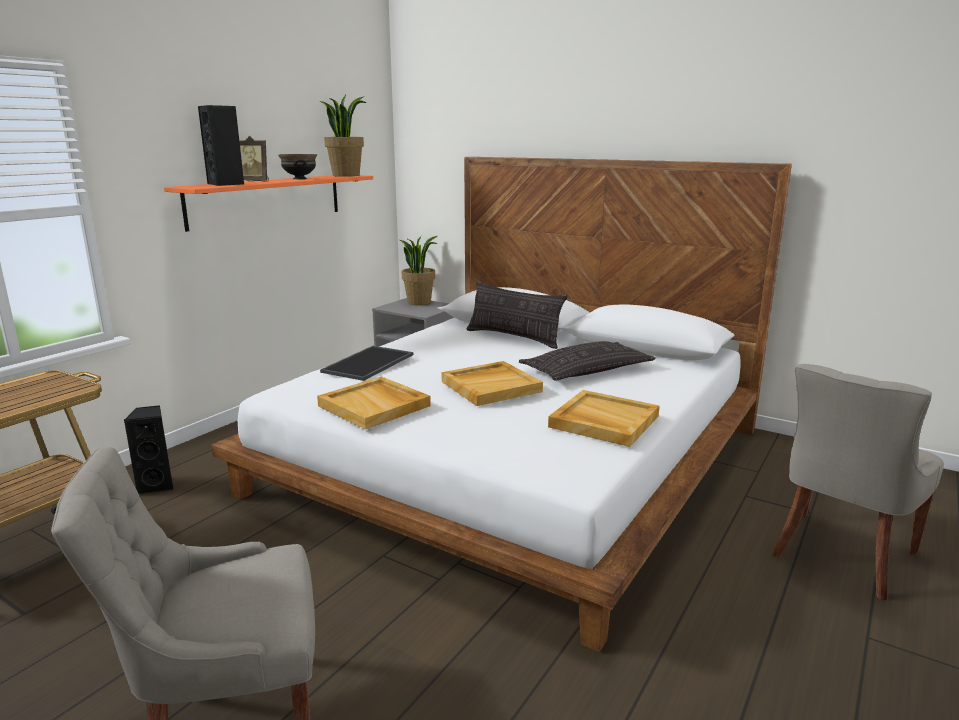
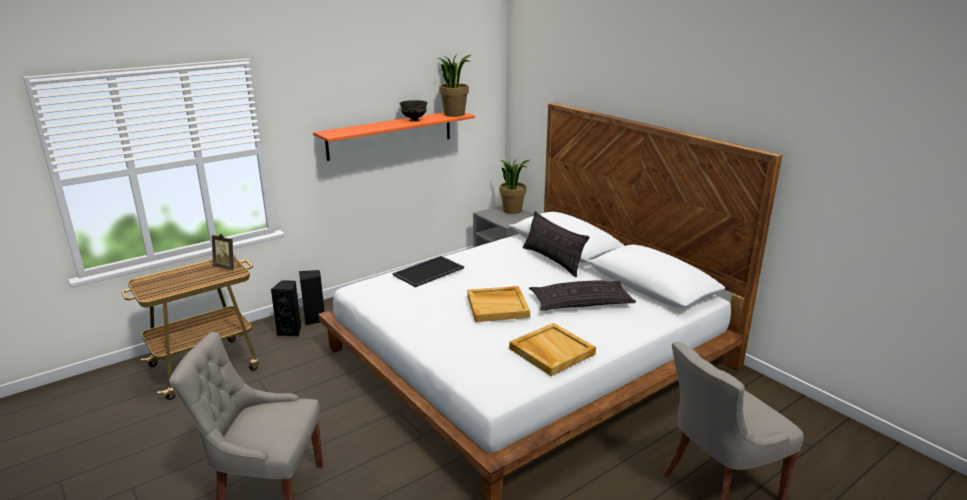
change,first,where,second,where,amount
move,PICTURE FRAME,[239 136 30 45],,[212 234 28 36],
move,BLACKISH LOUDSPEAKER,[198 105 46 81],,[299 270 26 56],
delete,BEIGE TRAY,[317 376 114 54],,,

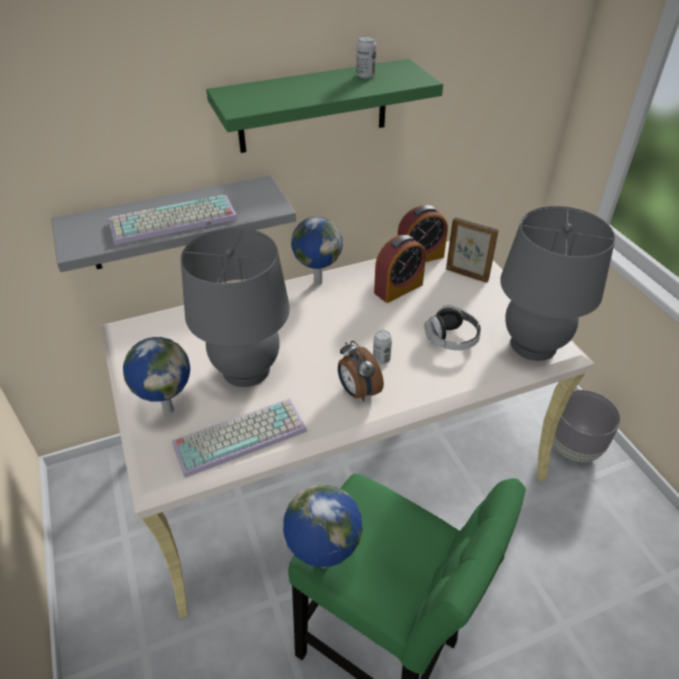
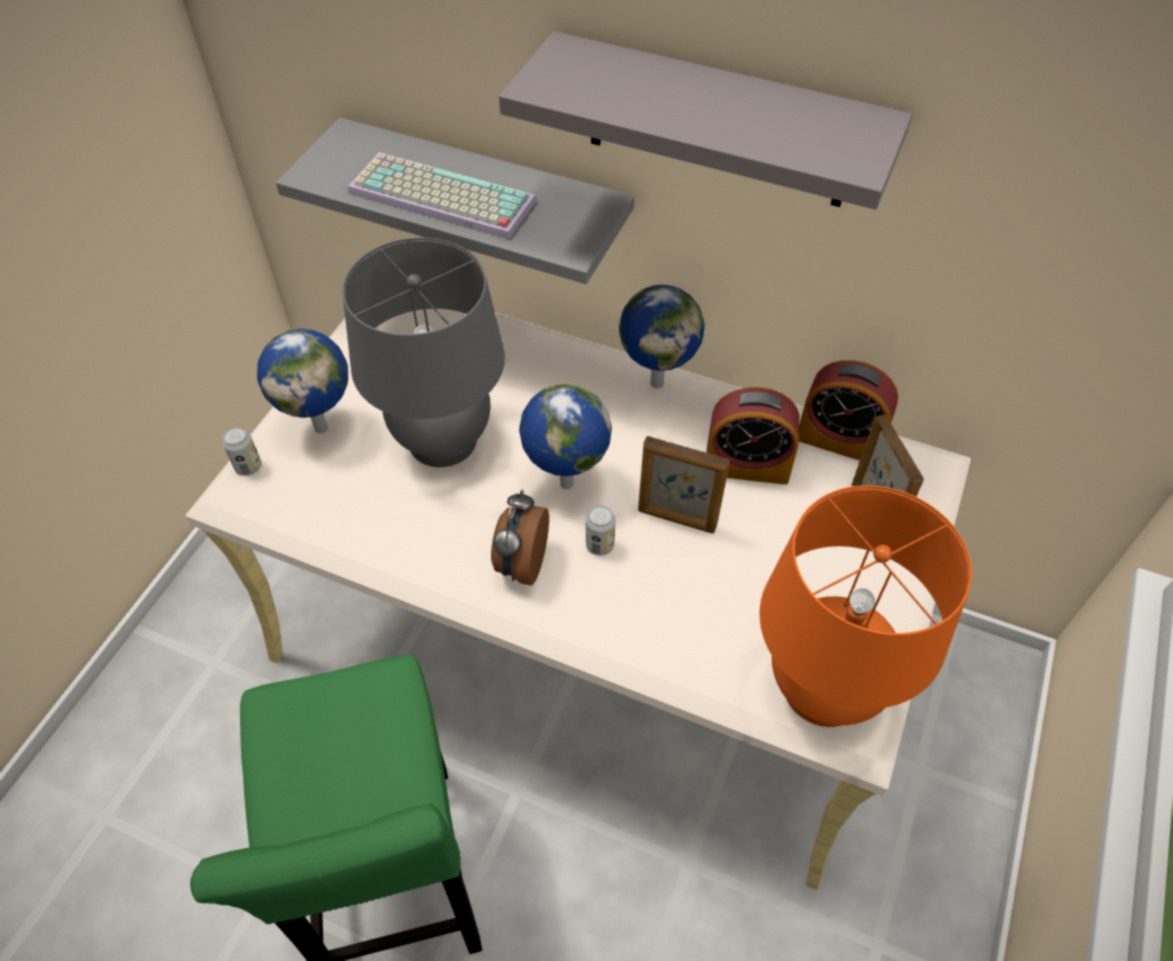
change,first,where,second,where,amount
move,SEALED CAN,[356 36 20 42],,[222 427 39 49],
recolor,GREEN WALL SHELF,[206 59 237 94],GREYISH WALL SHELF,[499 31 413 179],
move,WORLD GLOBE,[283 485 80 83],,[519 384 93 105],
insert,,,PICTURE FRAME,[638 436 92 98],
recolor,GREYISH LAMP FOR A TABLE,[500 206 115 155],ORANGE-COLOURED LAMP FOR A TABLE,[760 485 212 242],
delete,KEYBOARD,[172 399 135 79],,,
delete,PAIR OF HEADPHONES,[425 305 56 45],,,
delete,GREYISH PLANTER,[553 390 68 72],,,

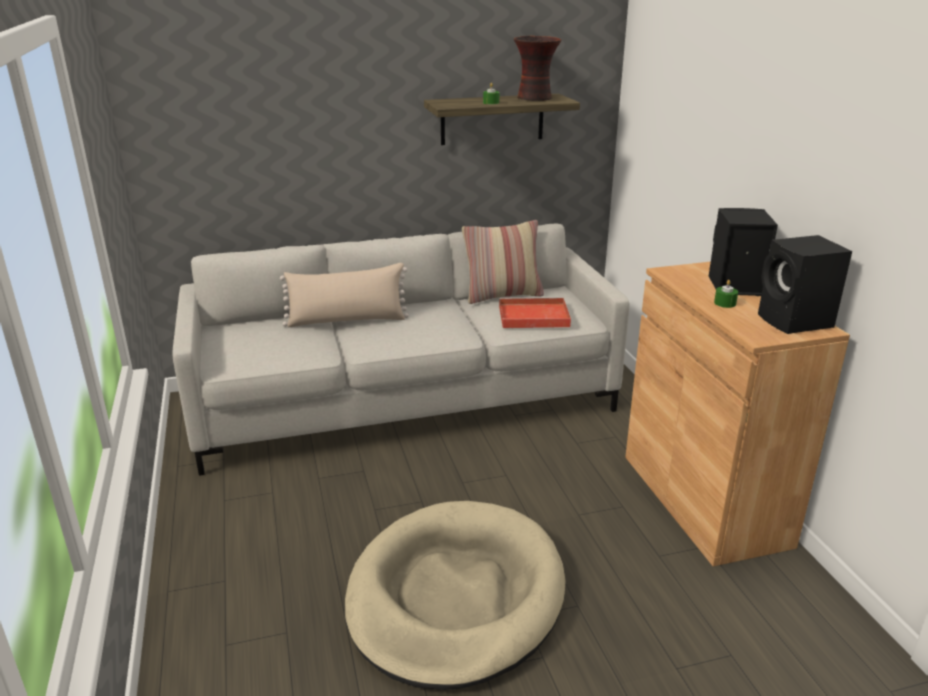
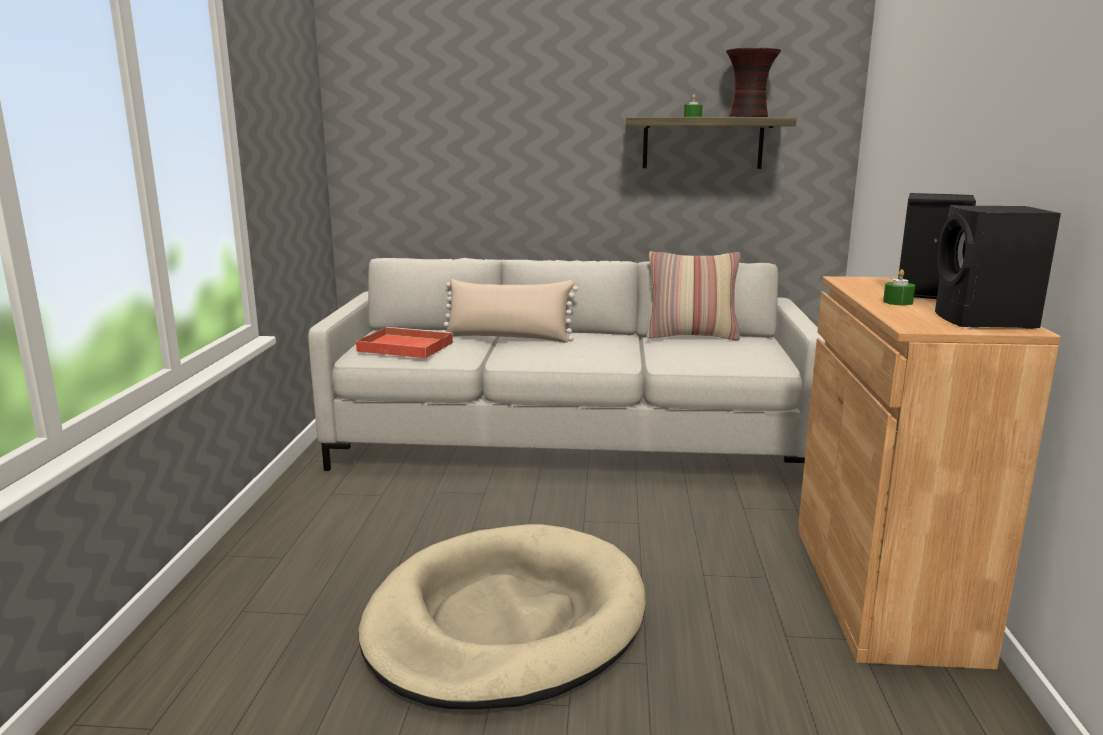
change,first,where,second,where,amount
move,REDDISH TRAY,[499 297 72 31],,[356 327 97 31],

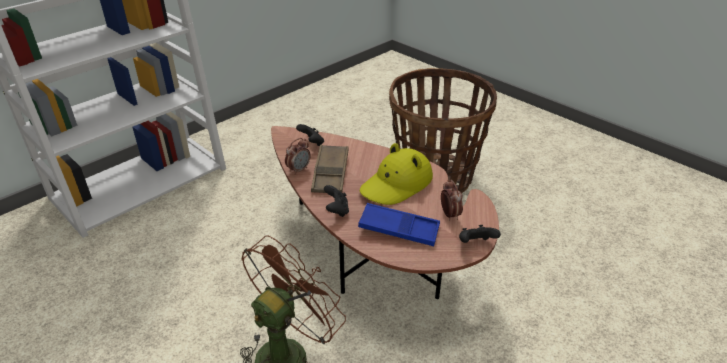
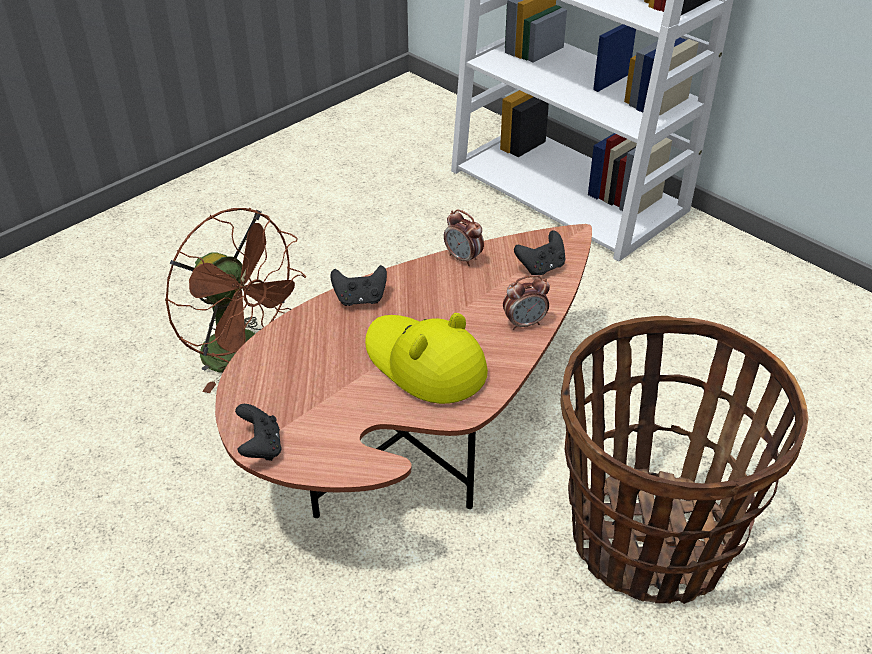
change,first,where,second,where,amount
move,ALARM CLOCK,[441 180 22 40],,[503 275 47 55],
delete,BROWNISH TRAY,[311 145 38 48],,,
delete,BLUE-COLOURED TRAY,[358 203 82 43],,,

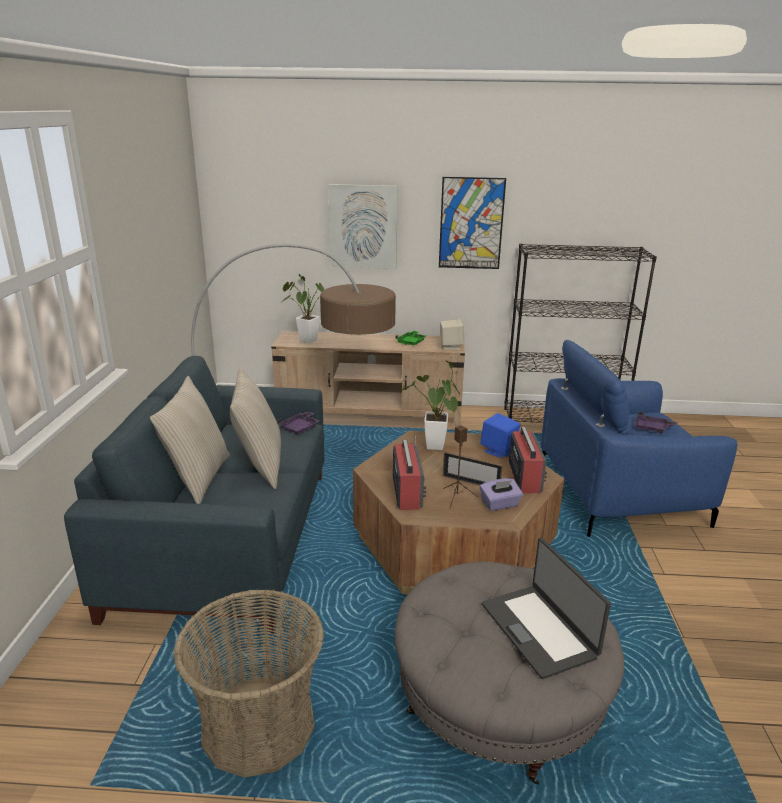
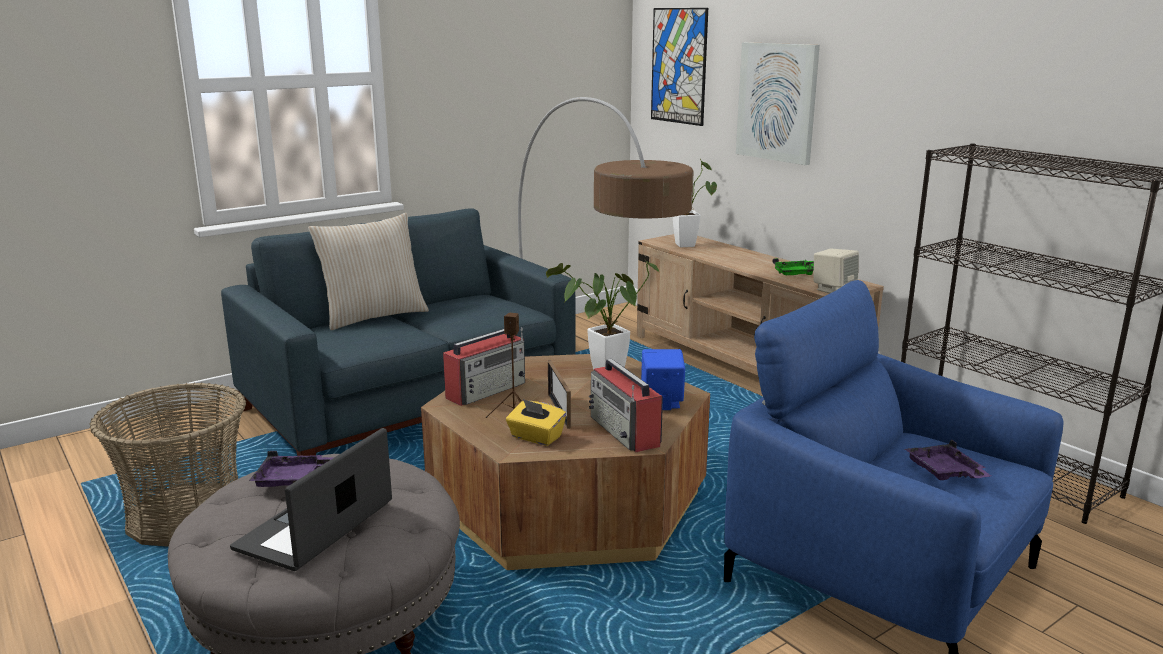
change,first,where,second,where,amount
move,PURPLE TRAY,[277 412 43 22],,[249 451 84 36],
recolor,PURPLE BOX OF TISSUES,[480 478 43 33],YELLOWISH BOX OF TISSUES,[506 399 60 47],
rotate,RADIO,[509 424 38 70],,[589 359 74 93],105 degrees clockwise
move,WALL PICTURE,[439 177 67 92],,[651 8 57 118],
delete,BEIGE THROW PILLOW,[230 368 51 121],,,

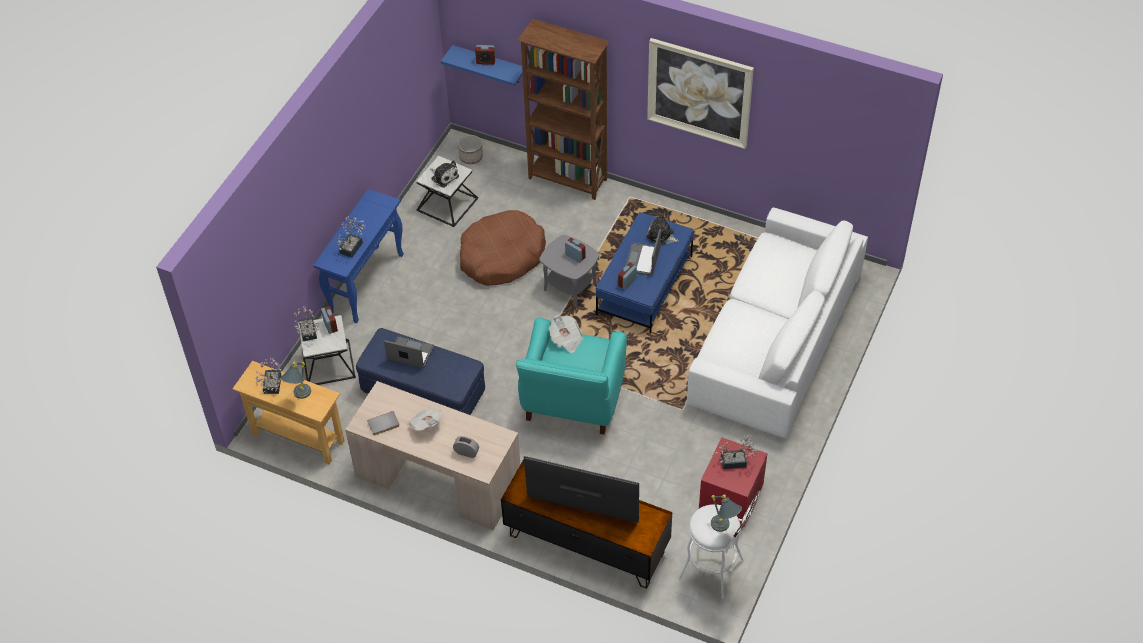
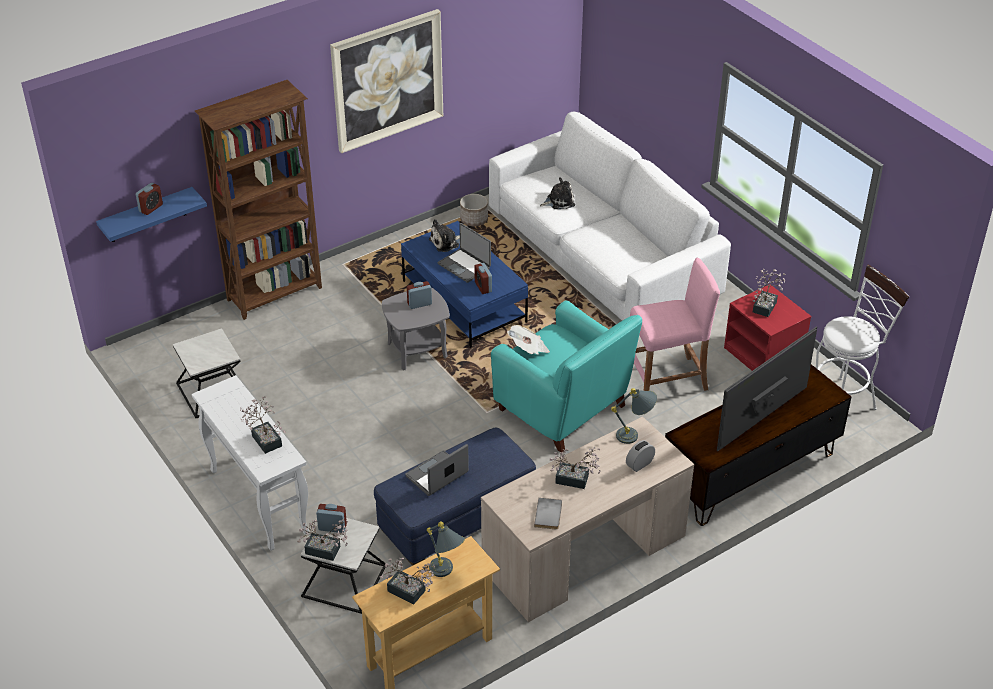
change,first,where,second,where,amount
recolor,BLUE-COLOURED HALL TABLE,[313 189 91 134],WHITISH HALL TABLE,[192 375 117 176],
move,PLANTER,[458 135 25 29],,[460 194 28 32],
move,SOFT TOY,[430 160 29 28],,[540 177 35 32],
replace,NEWSPAPER,[408 409 35 22],HOUSEPLANT,[550 447 51 42],
move,GREYISH LAMP FOR A TABLE,[711 495 31 37],,[611 388 46 56],
insert,,,PINK-COLOURED STOOL,[630 257 90 134],
delete,BROWNISH PET BED,[460 210 86 76],,,

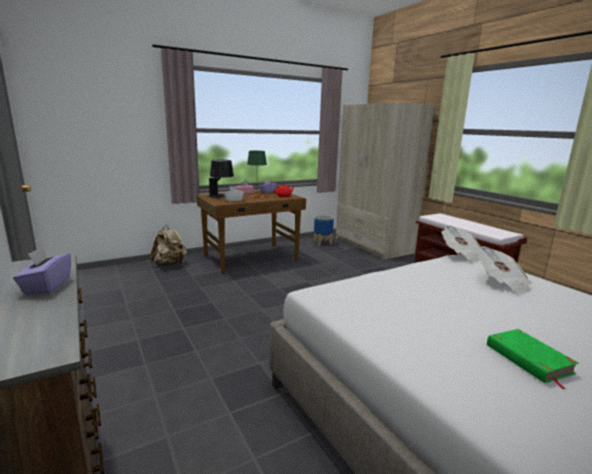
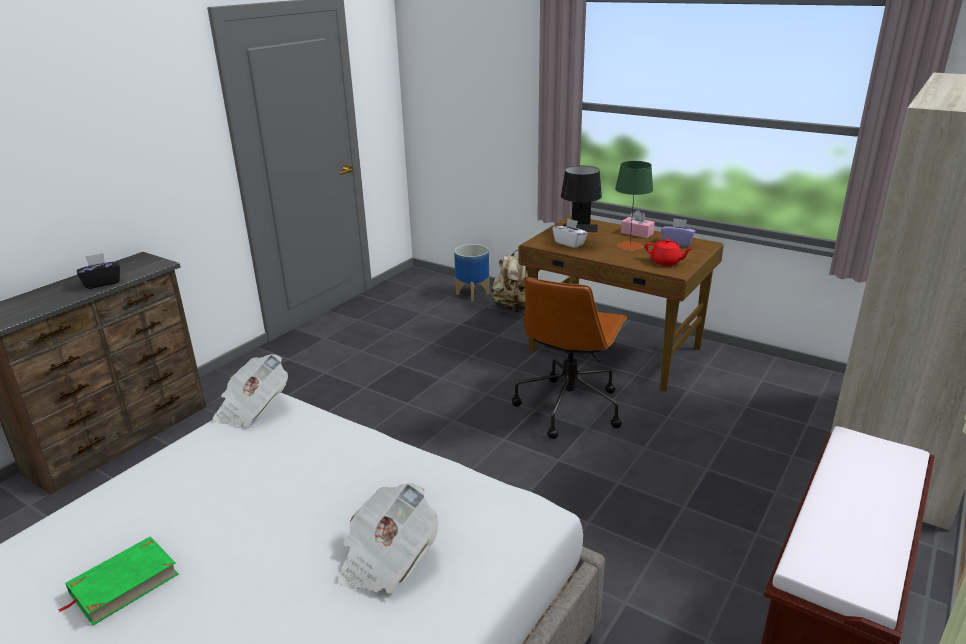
change,first,where,second,where,amount
recolor,PURPLE BOX OF TISSUES,[13 247 58 47],BLACKISH BOX OF TISSUES,[77 253 43 36],
move,NEWSPAPER,[441 225 40 38],,[213 354 75 72],
move,PLANTER,[314 215 20 31],,[454 244 36 58],
insert,,,BROWNISH OFFICE CHAIR,[512 277 115 162],

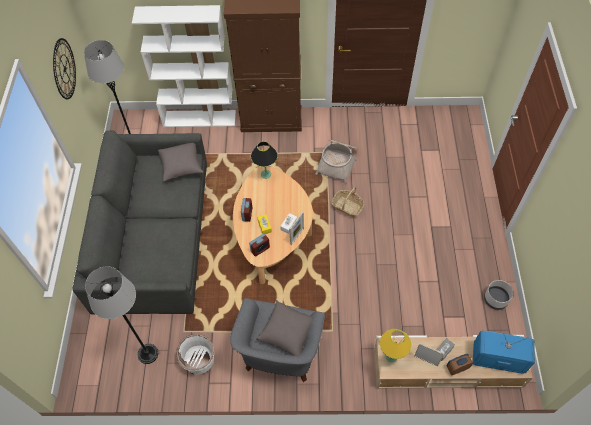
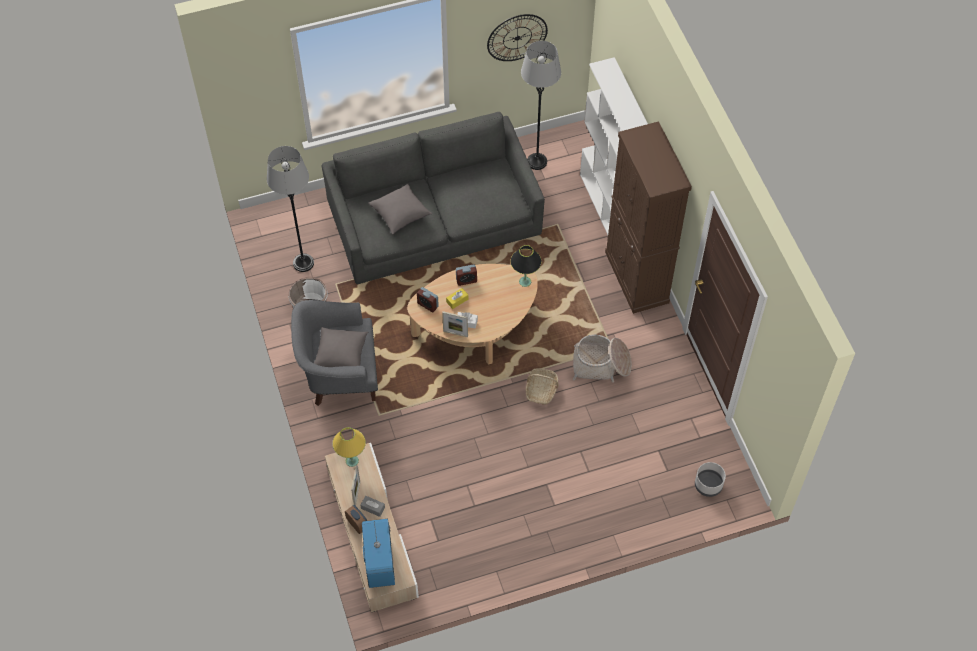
change,first,where,second,where,amount
move,GREYISH THROW PILLOW,[158 143 45 39],,[368 184 64 51],
move,GREYISH PLANTER,[484 280 29 30],,[695 462 31 35],

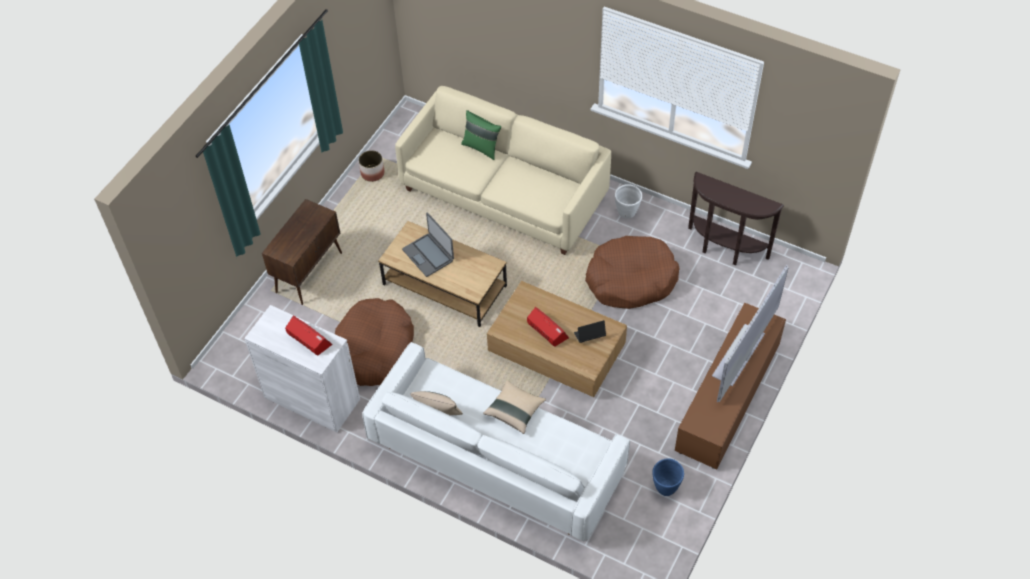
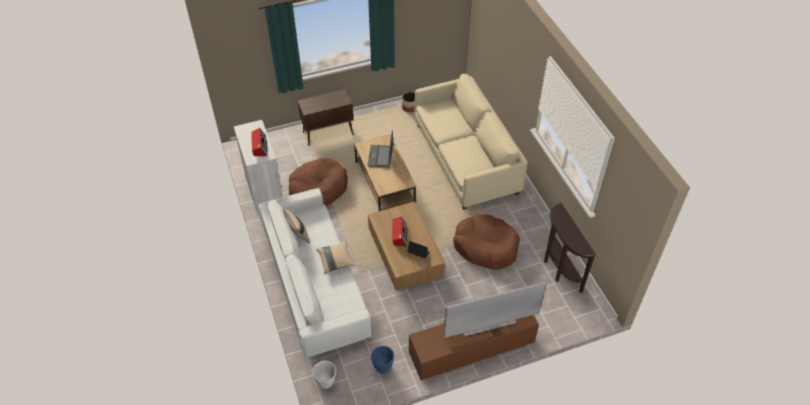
change,first,where,second,where,amount
move,WHITISH PLANTER,[615 184 27 35],,[312 361 24 28],
delete,GREEN THROW PILLOW,[461 110 40 50],,,

